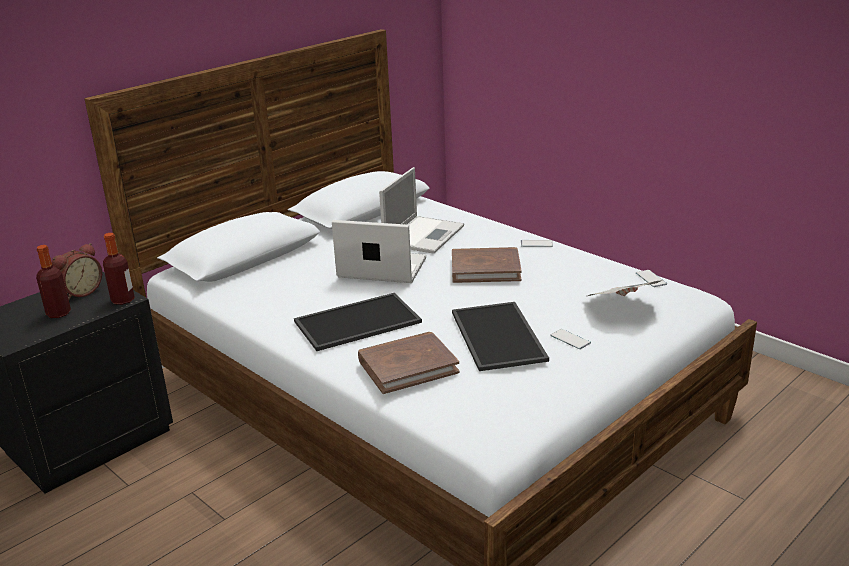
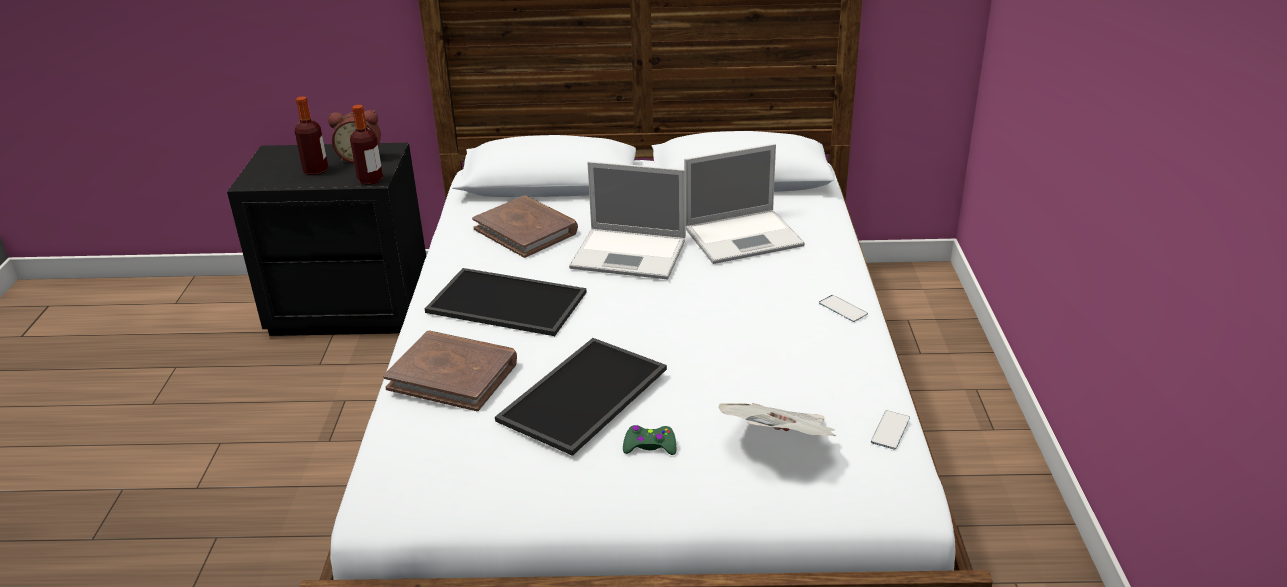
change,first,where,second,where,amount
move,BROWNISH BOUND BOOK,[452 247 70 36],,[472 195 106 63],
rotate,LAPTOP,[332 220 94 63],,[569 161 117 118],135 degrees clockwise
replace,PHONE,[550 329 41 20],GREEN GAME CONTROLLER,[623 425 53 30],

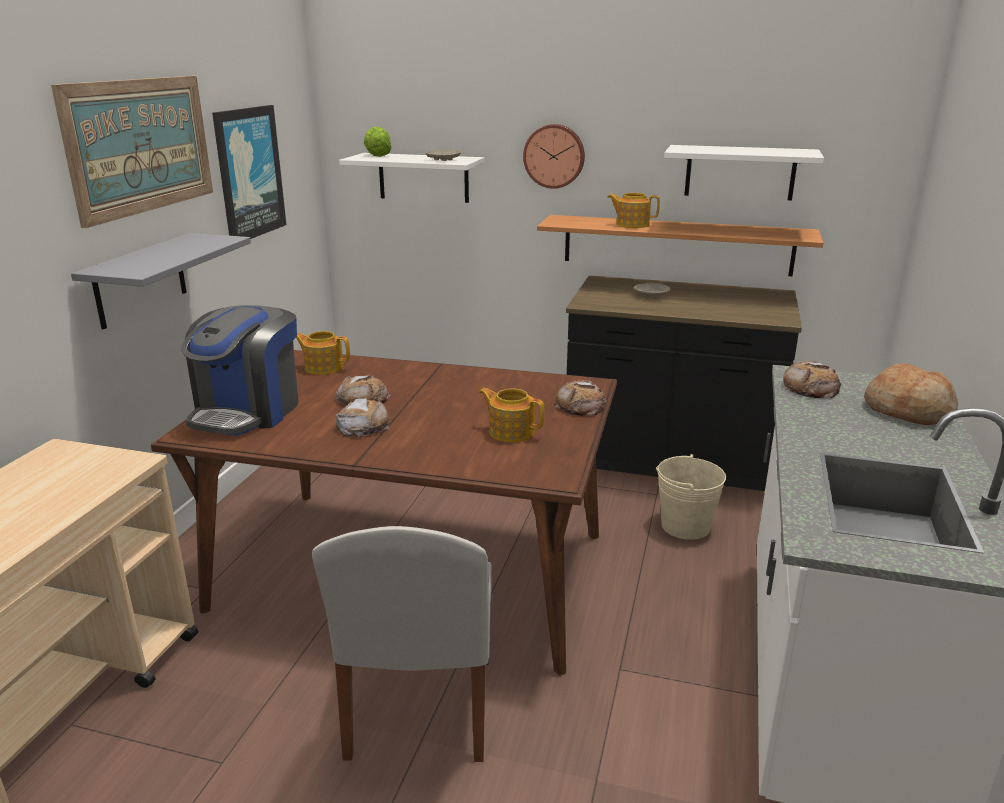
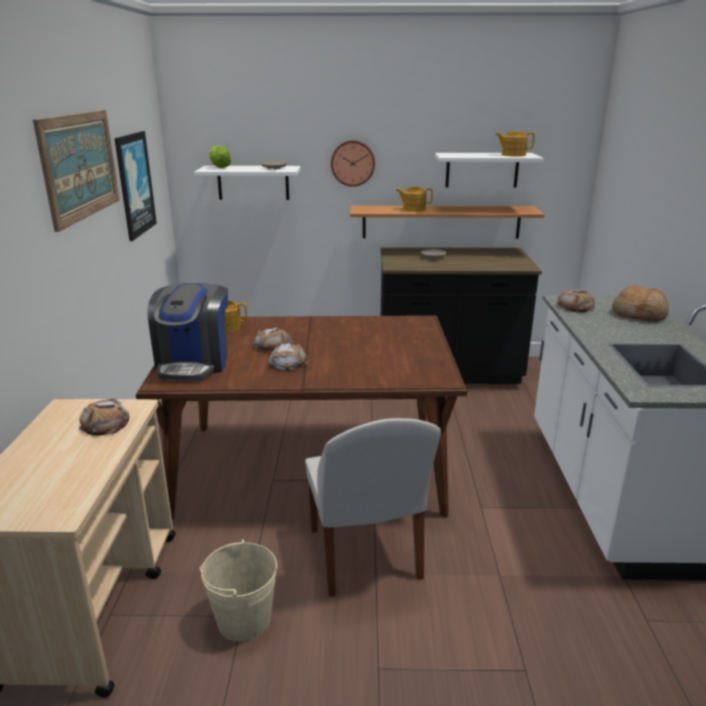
change,first,where,second,where,amount
move,BAKERY BREAD,[556 380 51 36],,[79 398 50 38],
move,BEIGE PAIL,[656 454 70 86],,[200 539 77 102],
move,TEAPOT,[479 388 65 54],,[496 132 39 25],
delete,GREYISH WALL SHELF,[71 233 180 96],,,

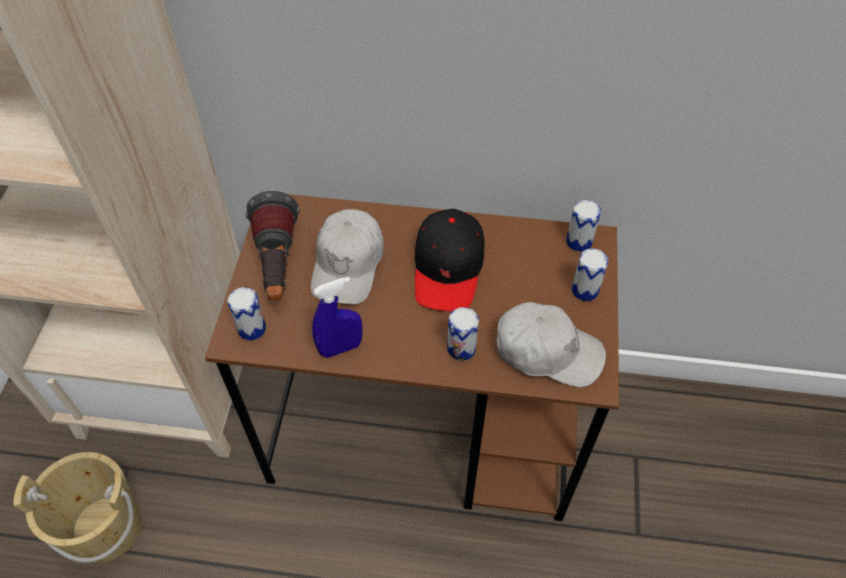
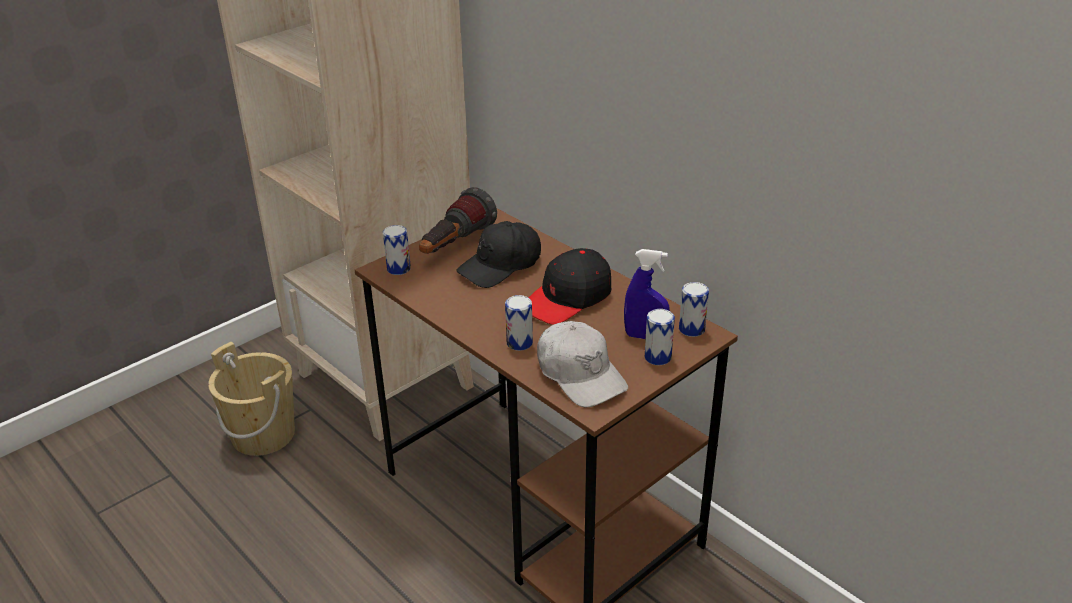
change,first,where,second,where,amount
recolor,WHITISH BASEBALL CAP,[311 209 72 95],BLACKISH BASEBALL CAP,[456 221 85 67],
move,BLUE-COLOURED HAND SPRAYER,[312 277 50 81],,[624 249 46 90],

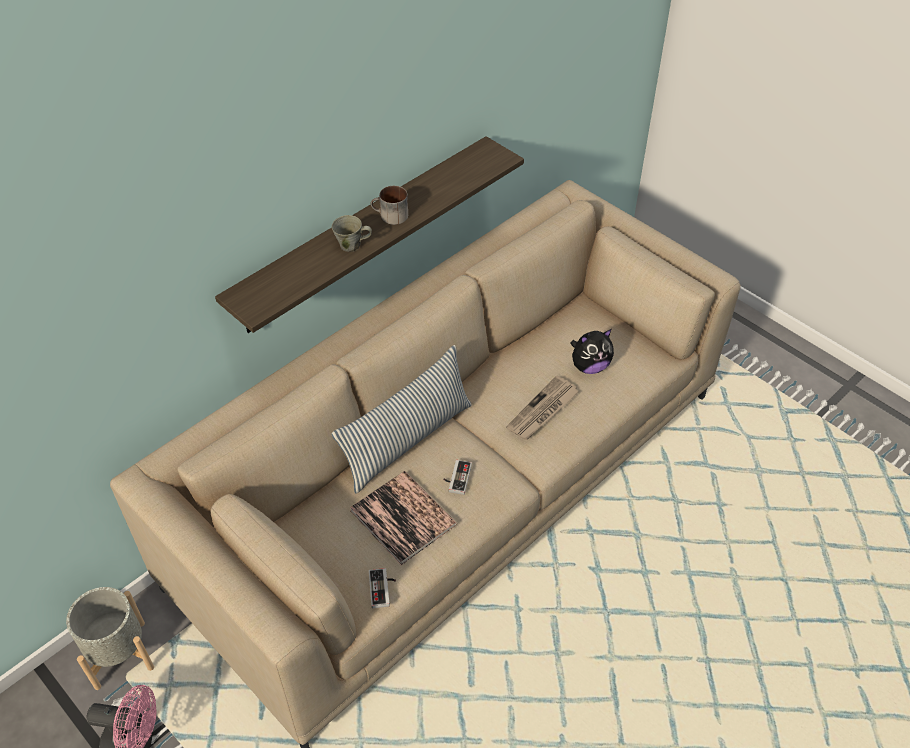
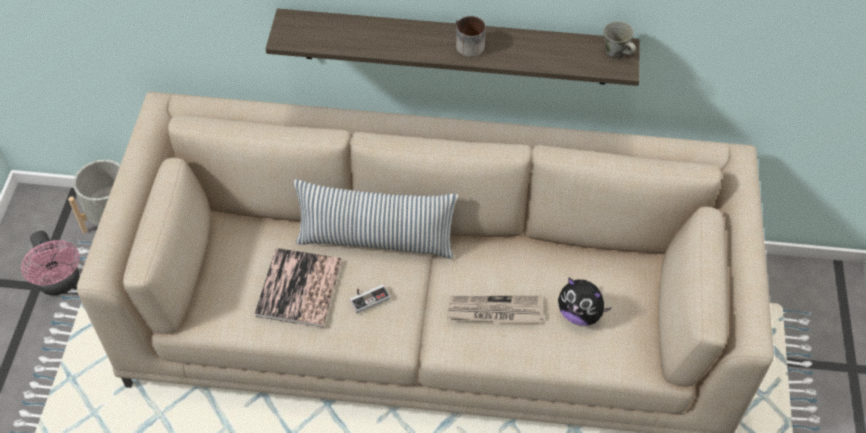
change,first,where,second,where,amount
move,GREYISH COFFEE MUG,[332 215 40 37],,[603 22 33 37],
delete,GAME CONTROLLER,[369 568 27 40],,,

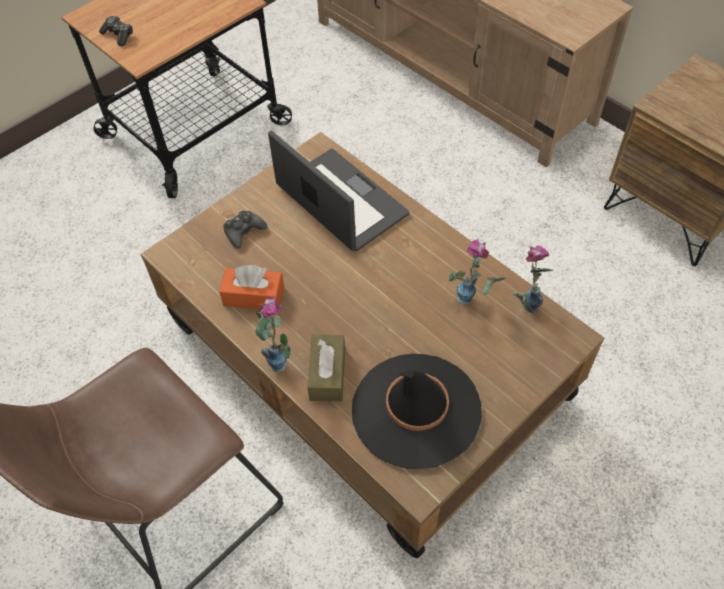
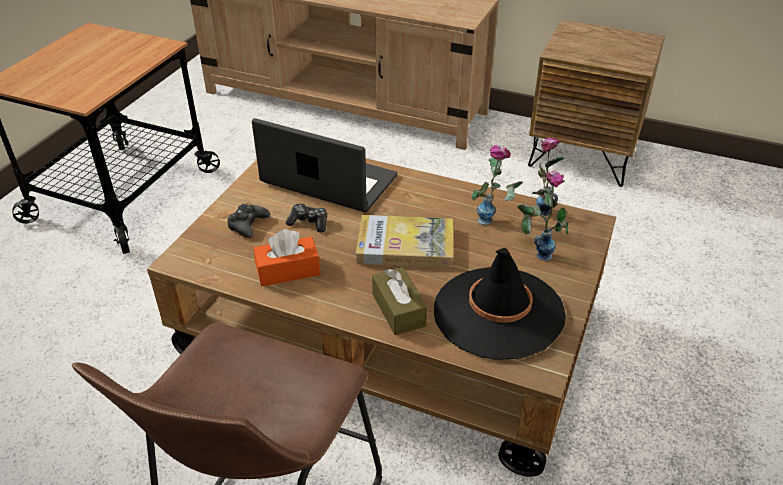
change,first,where,second,where,amount
move,GAME CONTROLLER,[99 16 34 30],,[286 203 41 30],
insert,,,BOUND BOOK,[356 215 97 53],
move,FLOWER VASE,[255 297 35 75],,[517 171 51 90],

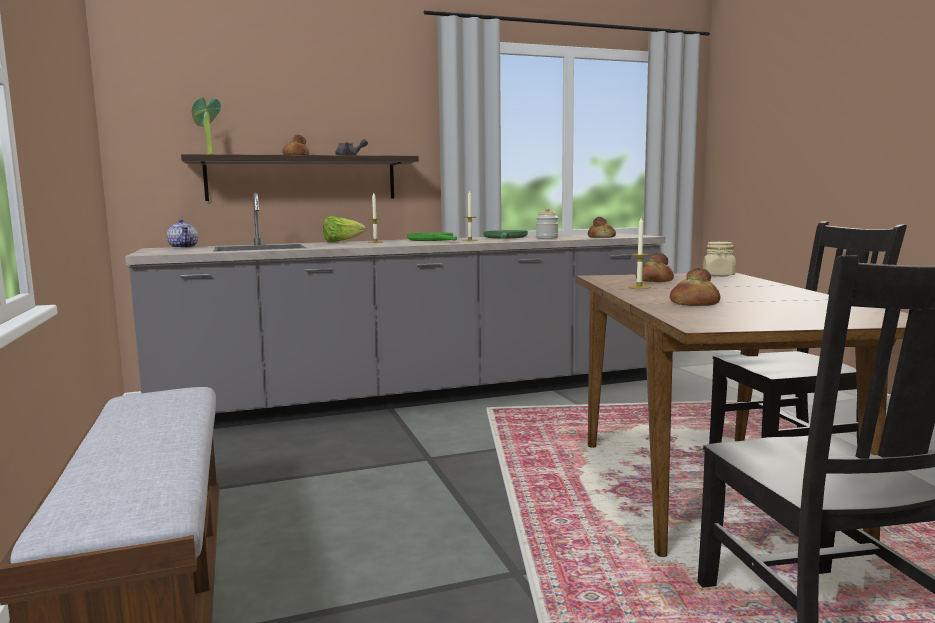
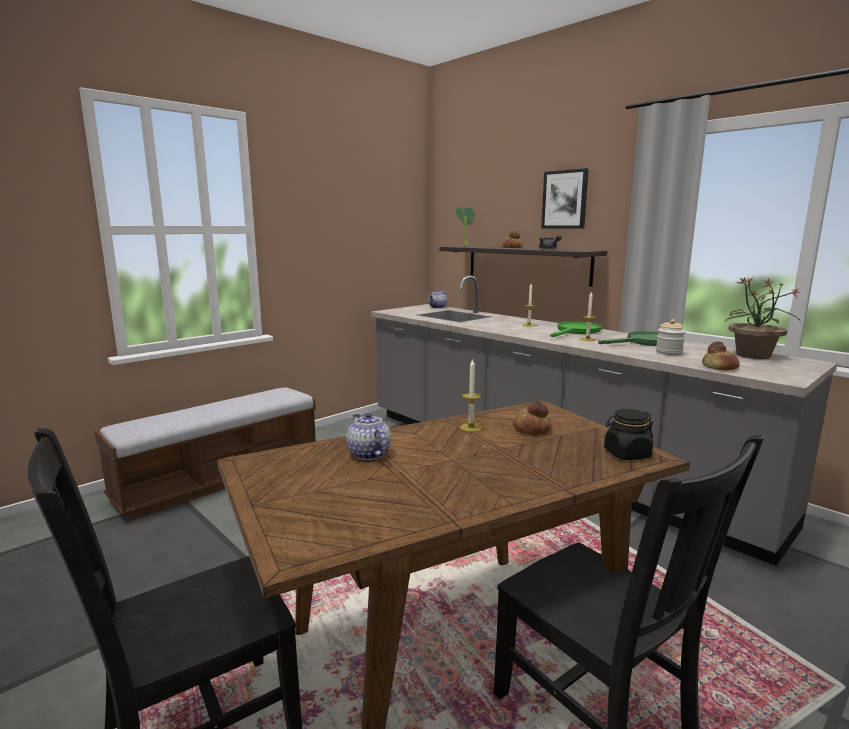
change,first,where,second,where,amount
replace,BAKERY BREAD,[670 268 50 38],TEAPOT,[346 412 45 48],
insert,,,WALL PICTURE,[541 168 48 61],
recolor,BEIGE PRESERVE JAR,[703 242 33 35],BLACKISH PRESERVE JAR,[604 409 49 51],
insert,,,HOUSEPLANT,[725 277 75 82],
delete,LETTUCE HEAD,[323 216 43 26],,,

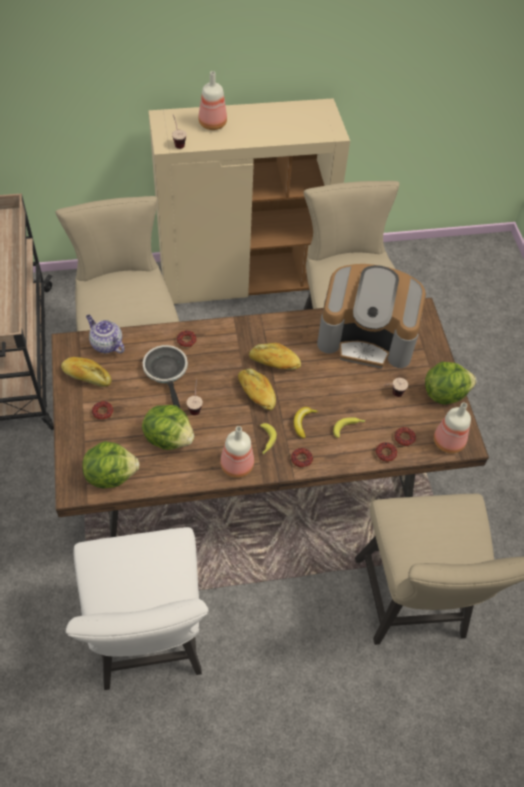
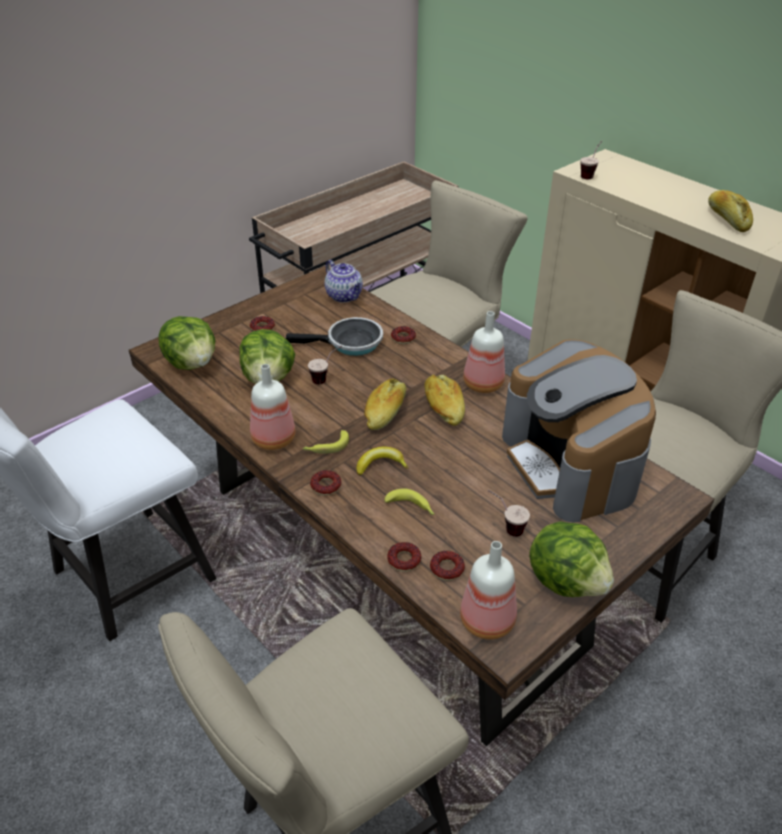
change,first,where,second,where,amount
rotate,SKILLET,[143 345 45 63],,[286 317 97 39],45 degrees clockwise
rotate,TEAPOT,[86 315 39 38],,[325 260 38 43],135 degrees clockwise
move,BOTTLE,[198 71 29 59],,[463 311 42 82],
move,BAKERY BREAD,[61 357 50 30],,[708 190 45 42],

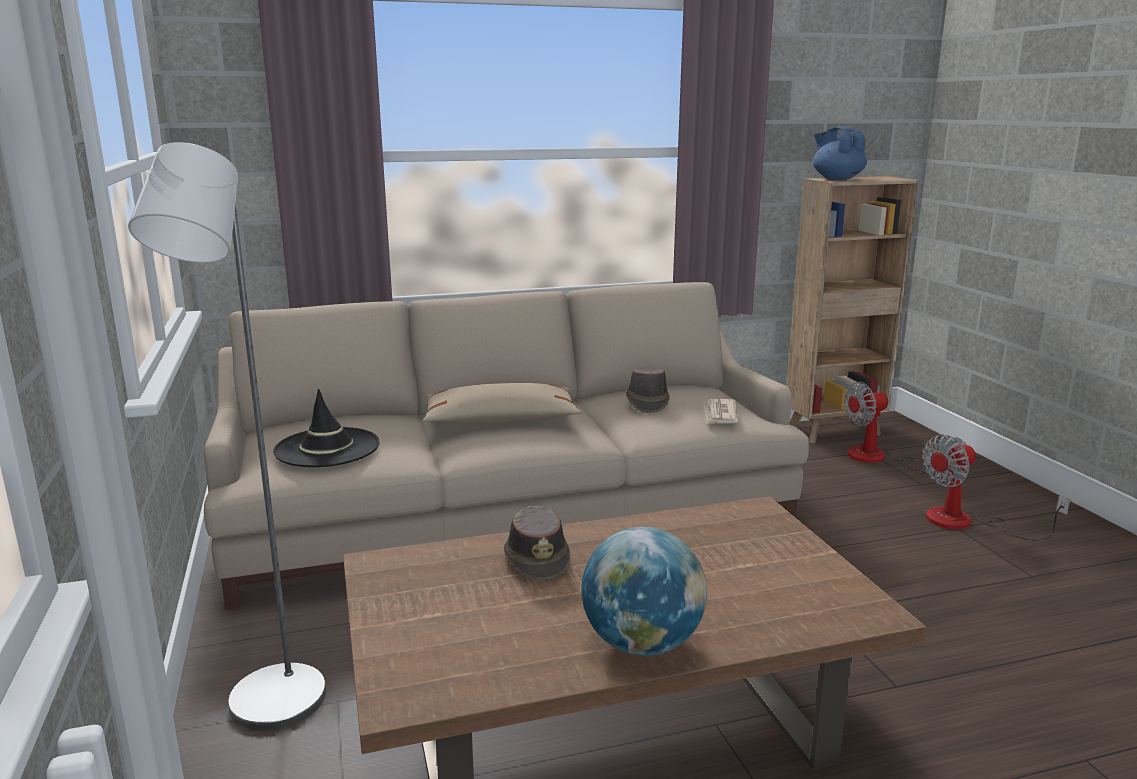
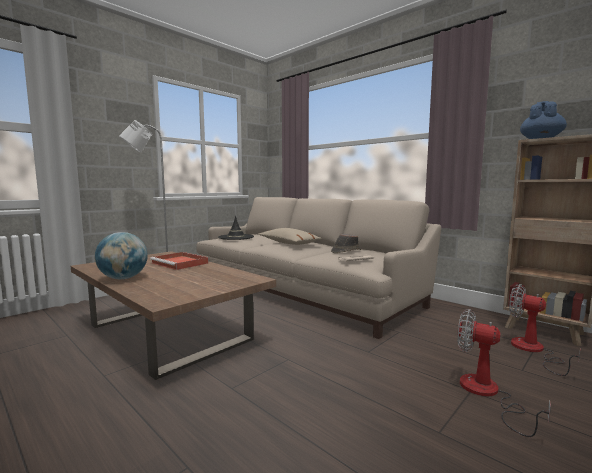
change,first,where,second,where,amount
replace,BROWNISH WEARABLE HAT,[504 506 66 75],REDDISH TRAY,[150 252 58 18],

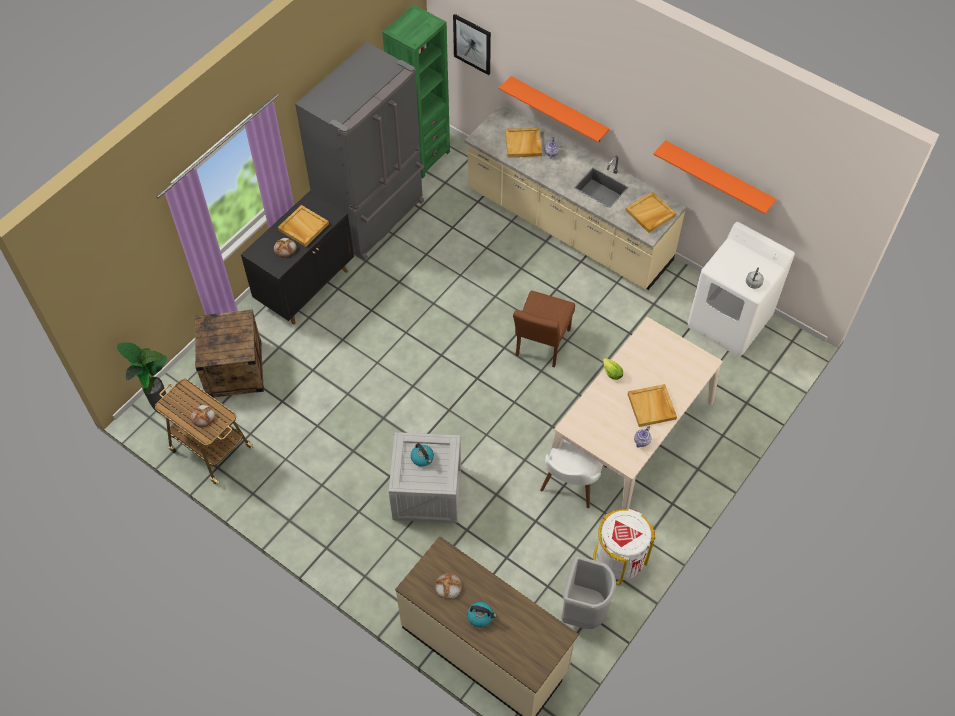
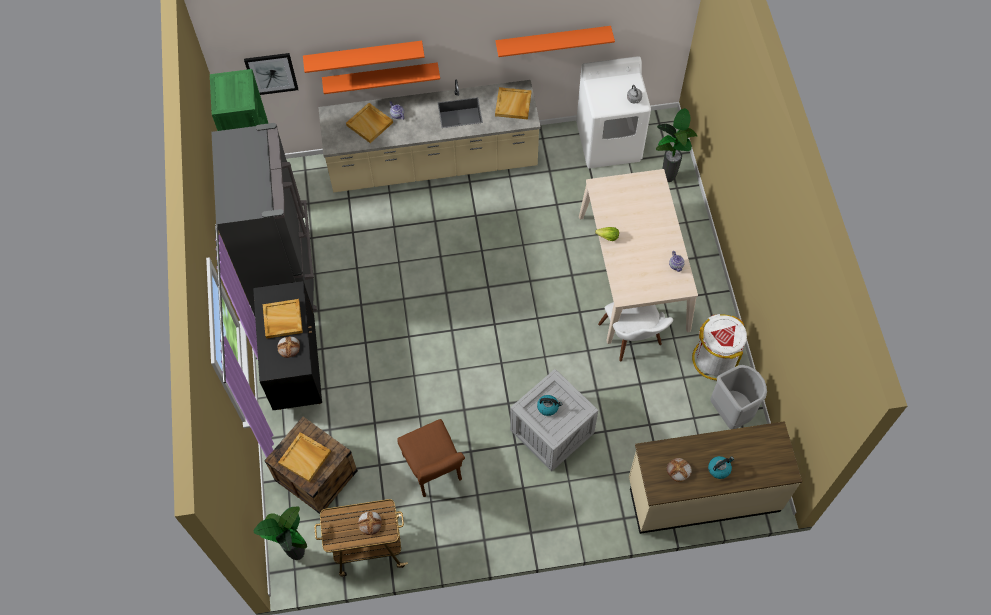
change,first,where,second,where,amount
move,BEIGE TRAY,[628 384 49 43],,[278 432 53 50],
insert,,,ORANGE-COLOURED WALL SHELF,[303 41 122 32],
move,BROWNISH UPRIGHT CHAIR,[513 290 62 77],,[397 419 68 78],
insert,,,HOUSEPLANT,[656 108 41 74],

